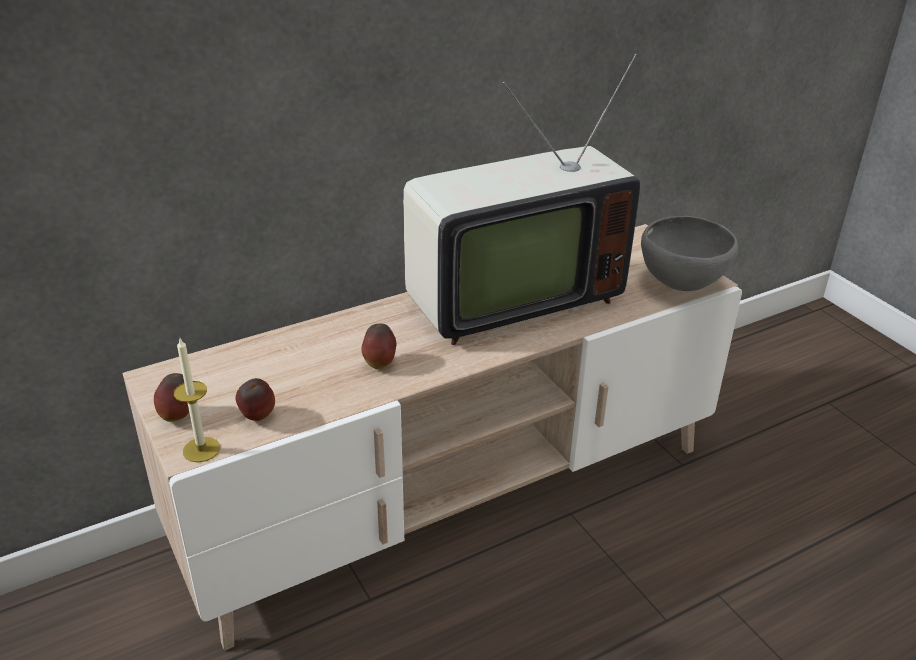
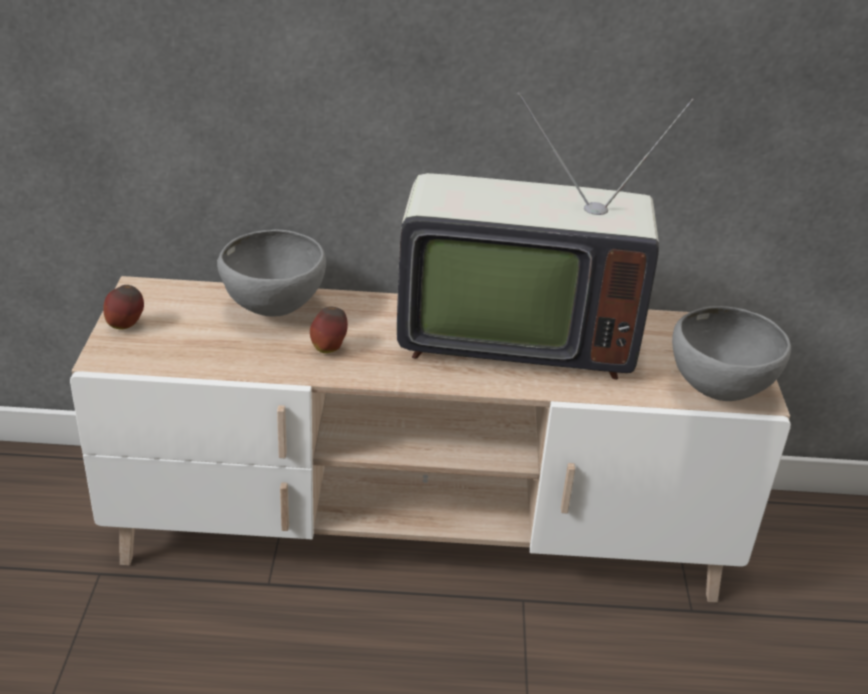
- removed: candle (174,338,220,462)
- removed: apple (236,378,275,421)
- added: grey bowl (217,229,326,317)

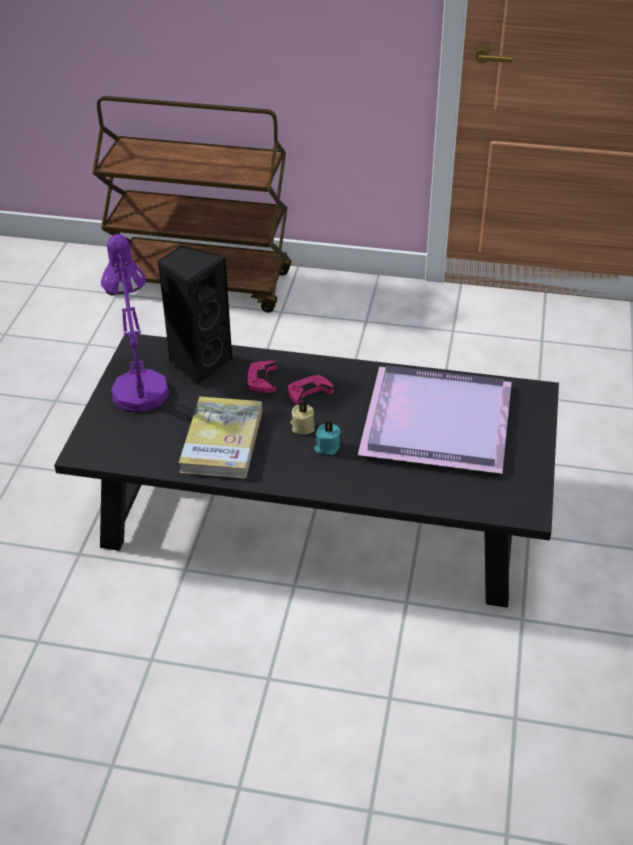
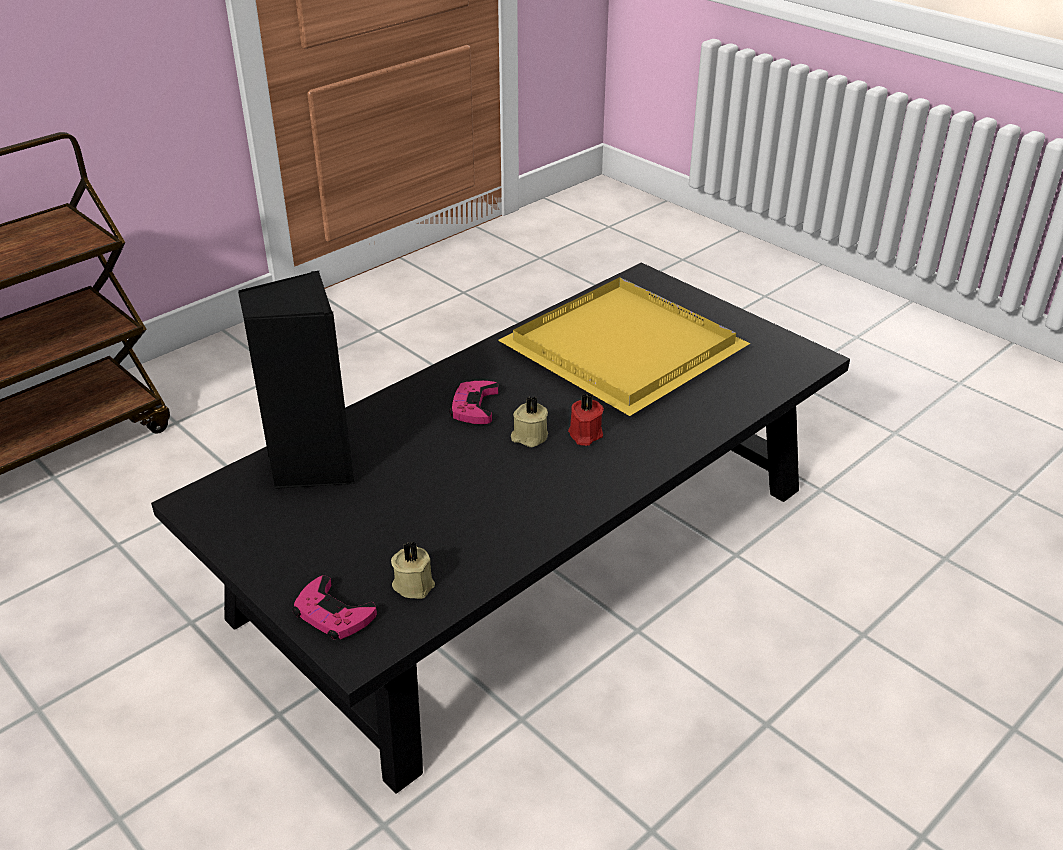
- removed: purple table lamp (101,234,169,412)
- removed: book (179,396,262,479)
- added: beige candle (391,542,435,599)
- moved: pink game controller (246,361,277,393) to (292,575,377,640)
- recoloured: turquoise candle (314,420,340,455) to red candle (568,393,604,446)
- recoloured: purple tray (358,365,512,474) to yellow tray (498,277,750,416)

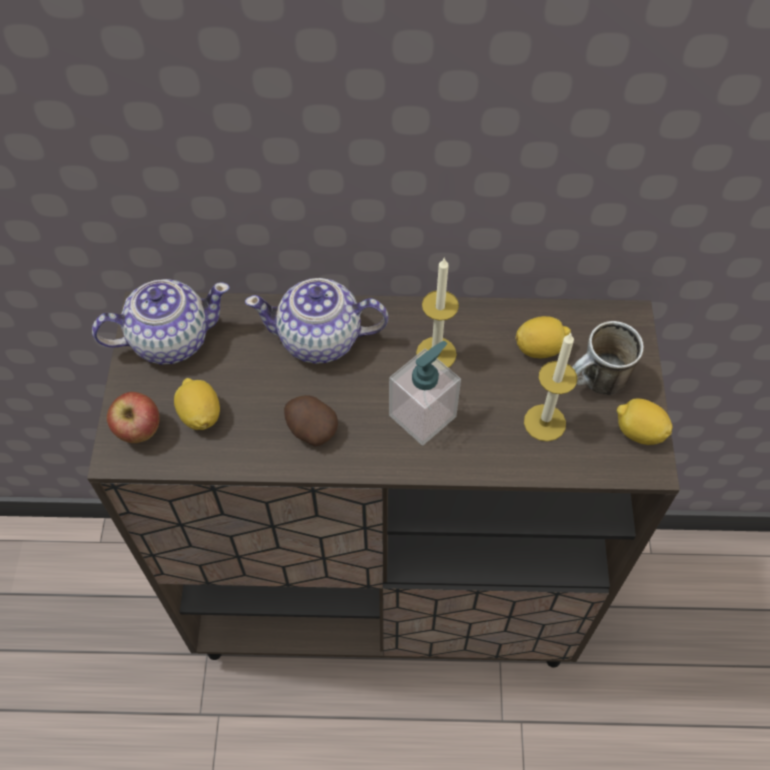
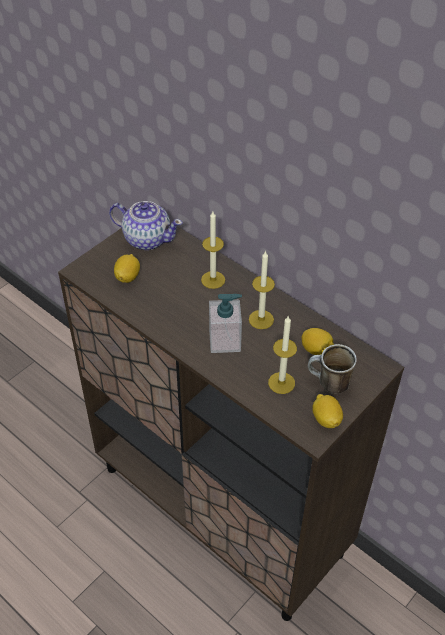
- removed: apple (107,392,160,443)
- removed: potato (284,395,338,446)
- replaced: teapot (245,278,388,364) to candle (201,212,225,289)

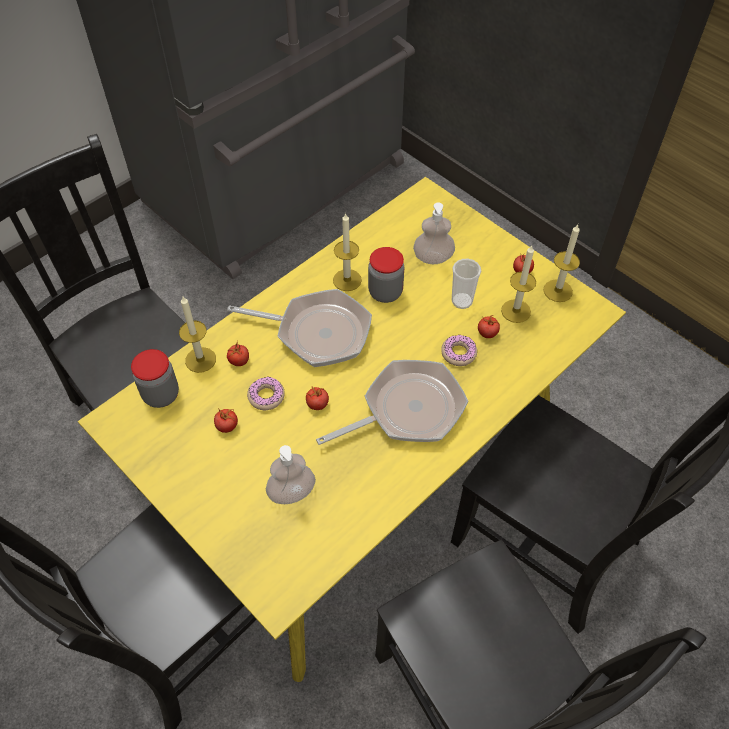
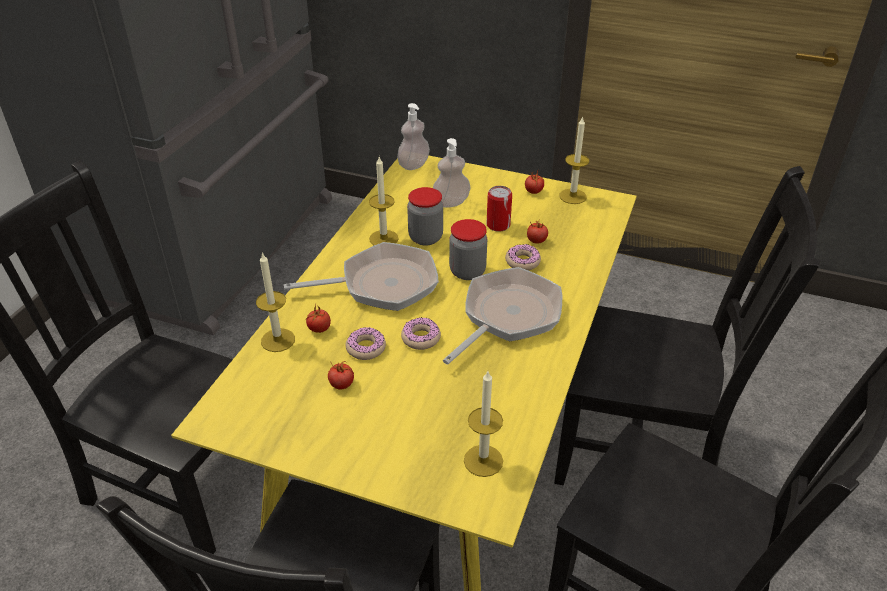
- moved: jar (131,349,179,408) to (449,219,487,280)
- moved: soap dispenser (266,445,316,504) to (397,103,430,170)
- moved: candle (501,246,536,323) to (464,371,503,477)
- replaced: tomato (306,387,329,410) to donut (401,317,441,350)
- replaced: cup (452,259,481,309) to can (487,186,512,231)

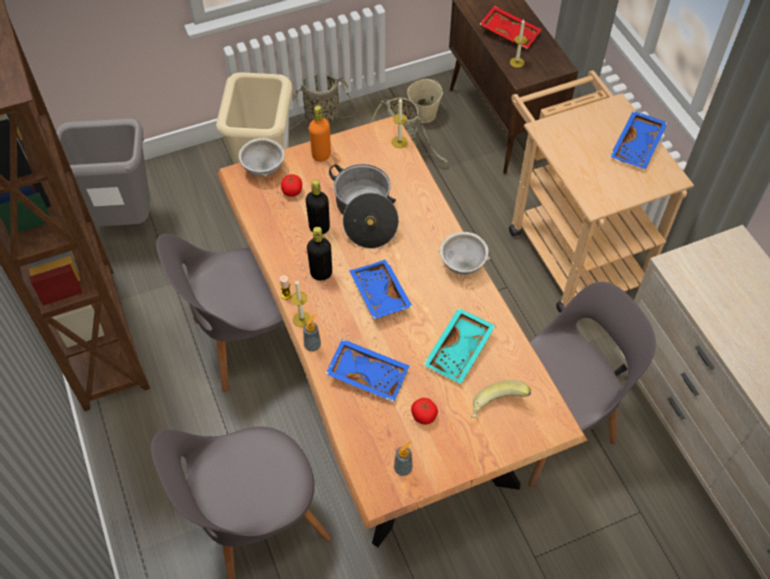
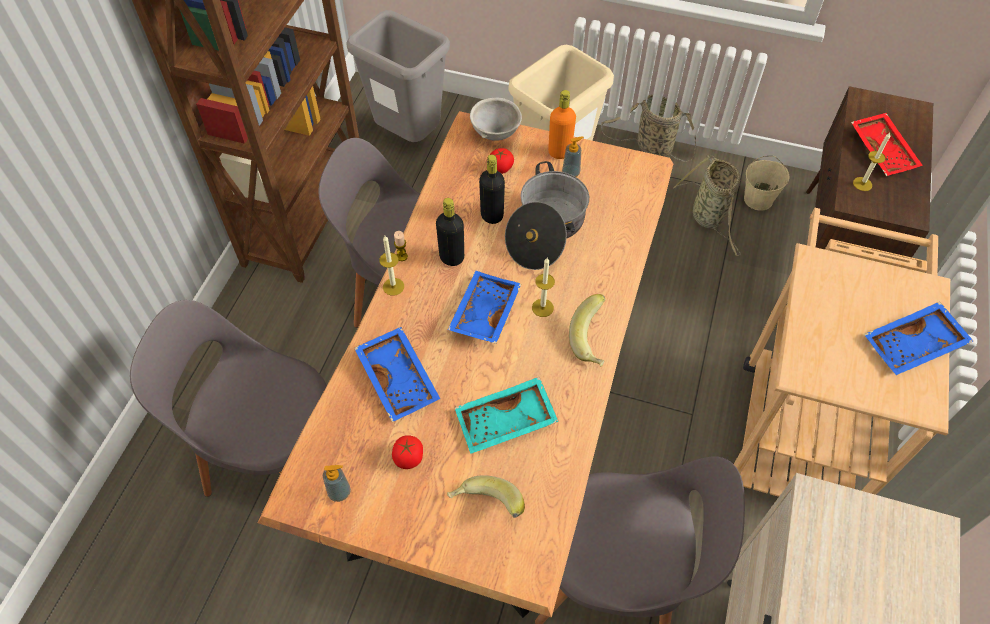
- moved: soap dispenser (303,315,321,352) to (562,136,584,177)
- moved: candle (392,98,408,148) to (532,258,555,317)
- replaced: grey bowl (438,232,490,275) to banana (569,294,606,367)

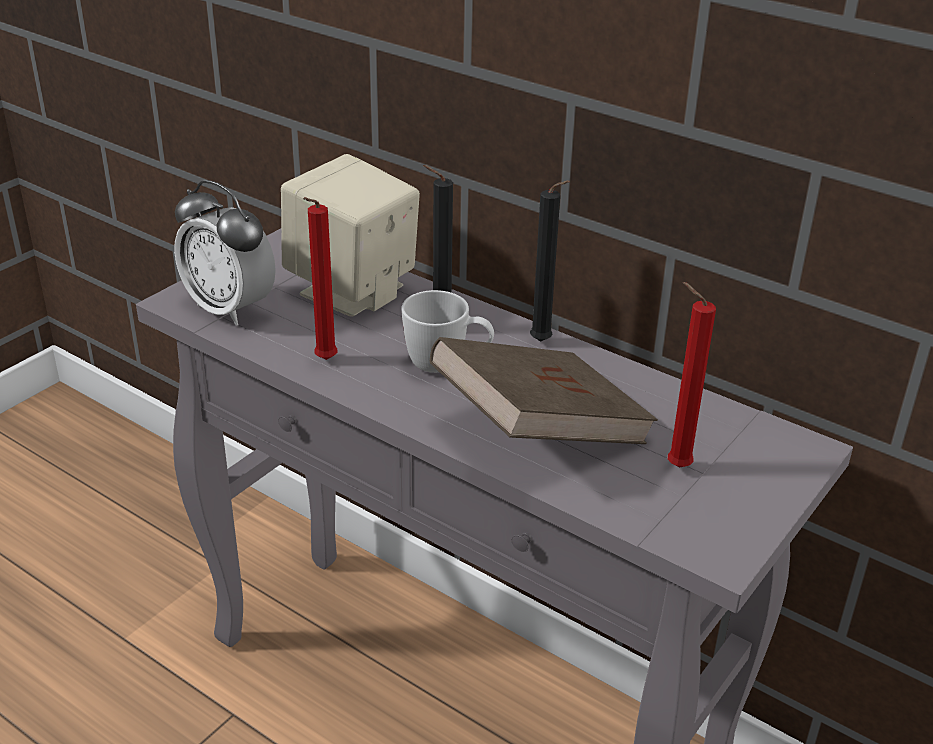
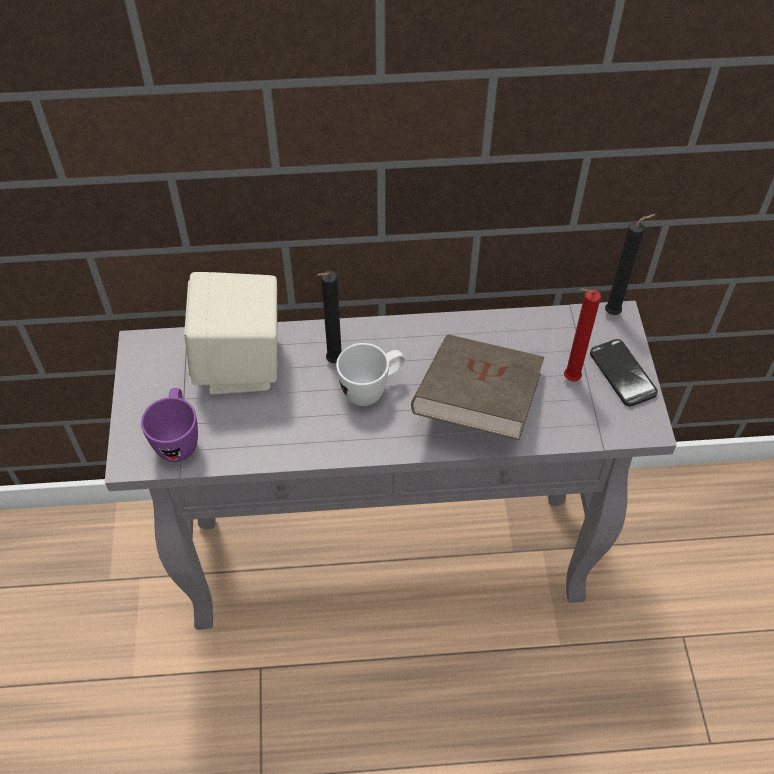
- removed: red candle (303,197,338,360)
- added: phone (590,339,658,407)
- moved: black candle (530,180,570,342) to (605,214,656,315)
- replaced: alarm clock (174,180,276,325) to purple mug (141,388,198,462)

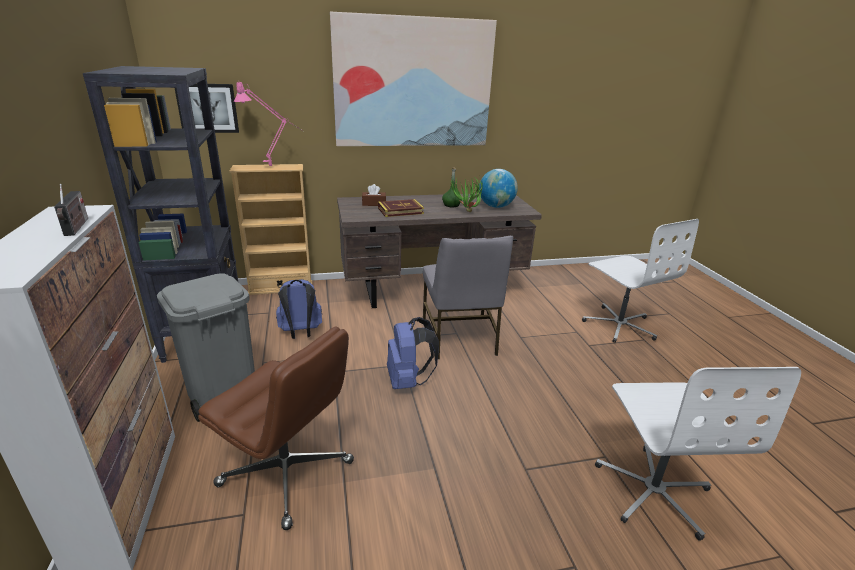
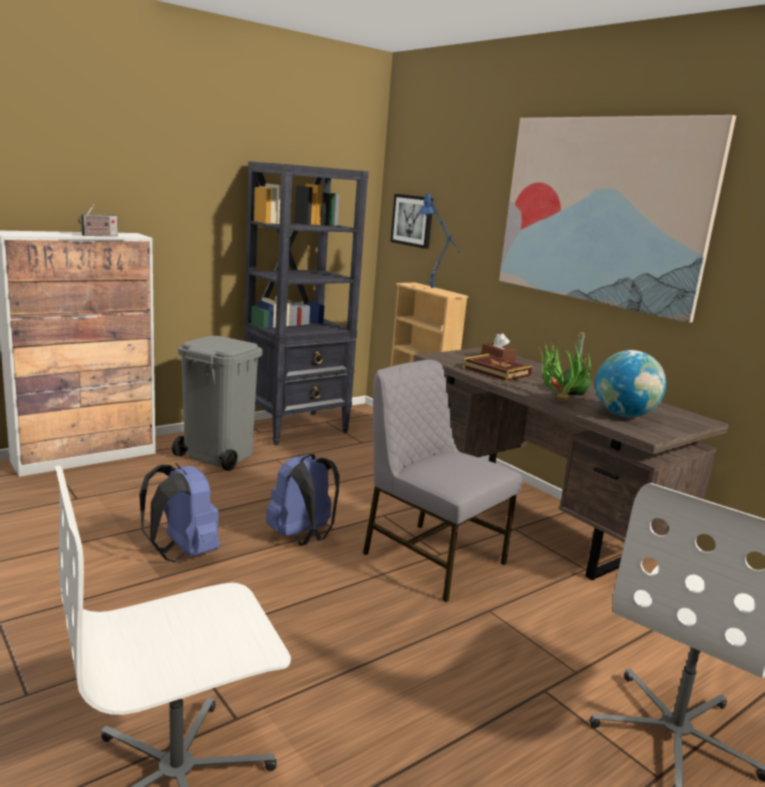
- removed: brown office chair (198,326,354,530)
- moved: blue backpack (276,279,322,339) to (139,463,220,562)
- recoloured: pink table lamp (234,82,304,166) to blue table lamp (418,194,460,288)
- turned: grey chair (423,236,513,359) = (363,360,522,602) 75 degrees clockwise

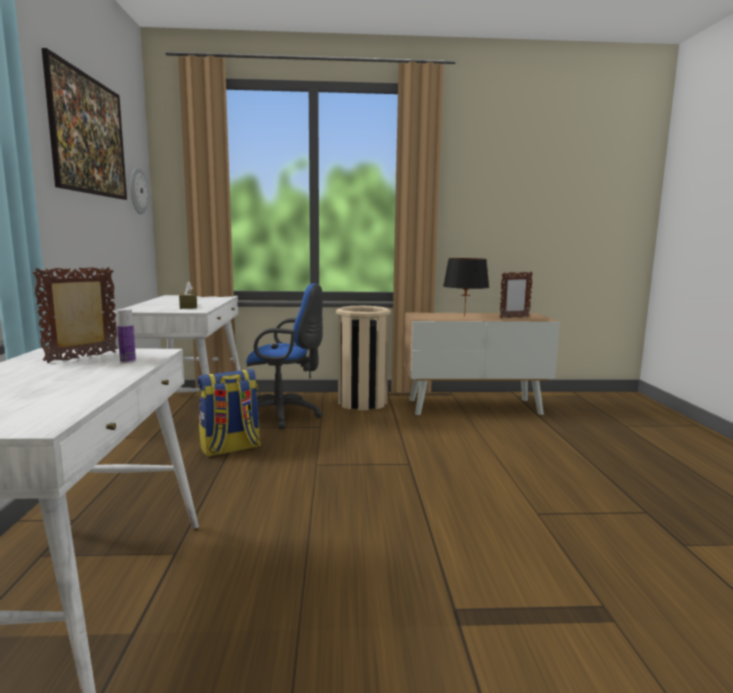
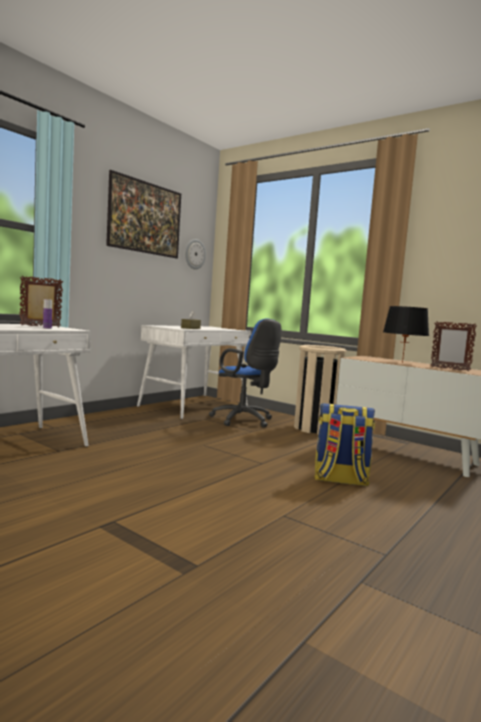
- moved: backpack (197,369,261,457) to (314,403,375,486)

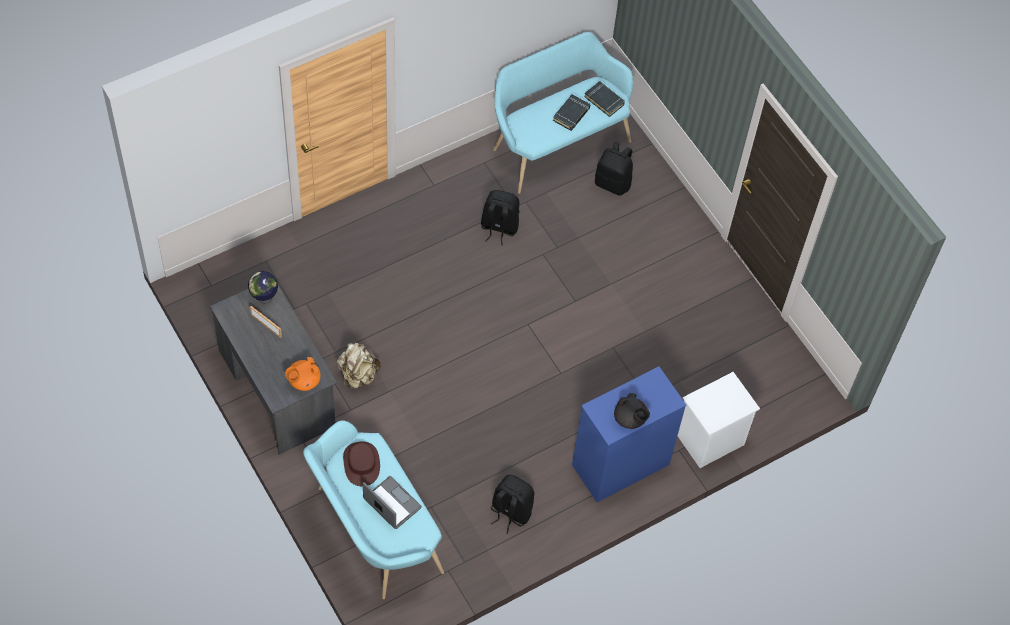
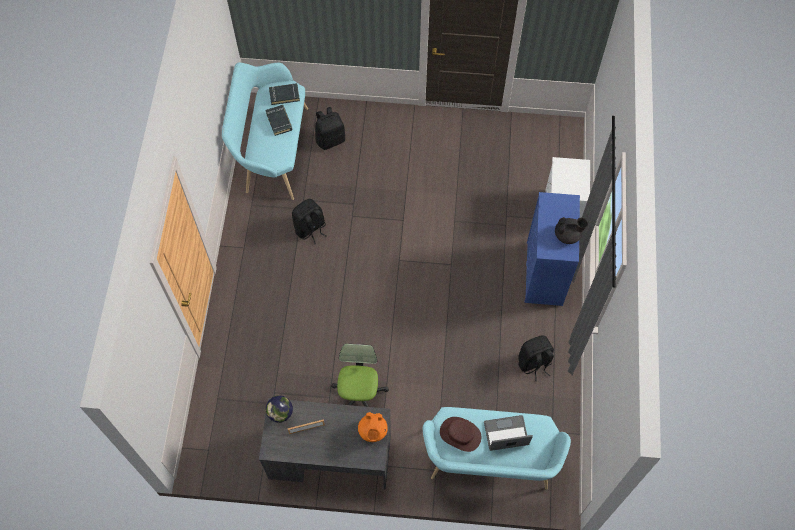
- replaced: beige backpack (337,343,381,388) to office chair (331,343,389,407)

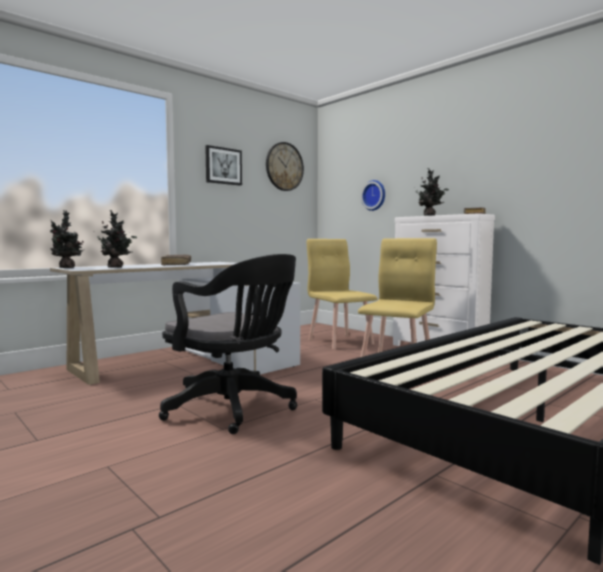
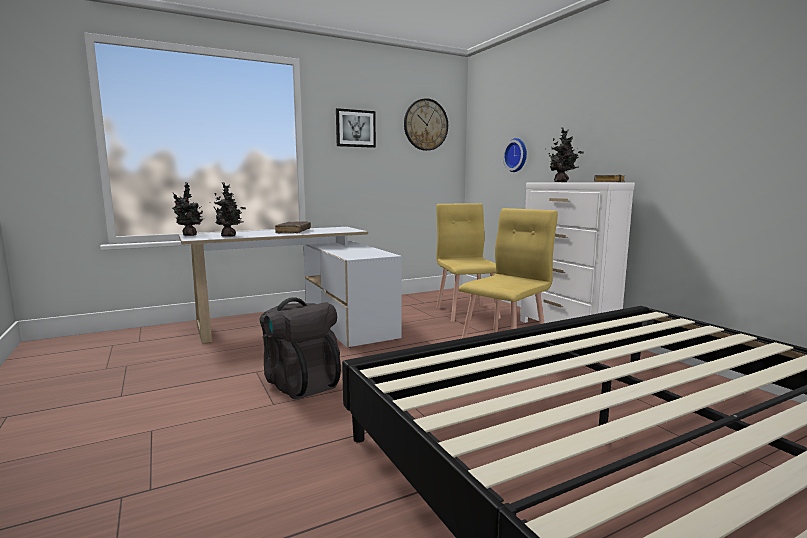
- replaced: black office chair (159,254,297,434) to black backpack (259,297,341,399)

